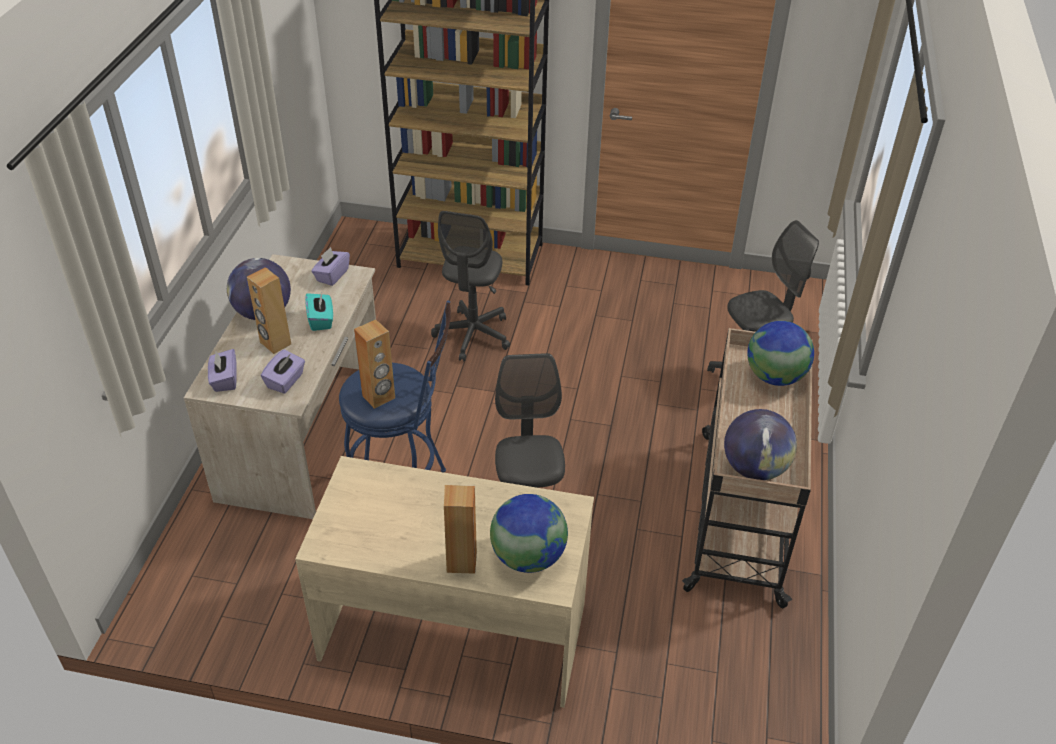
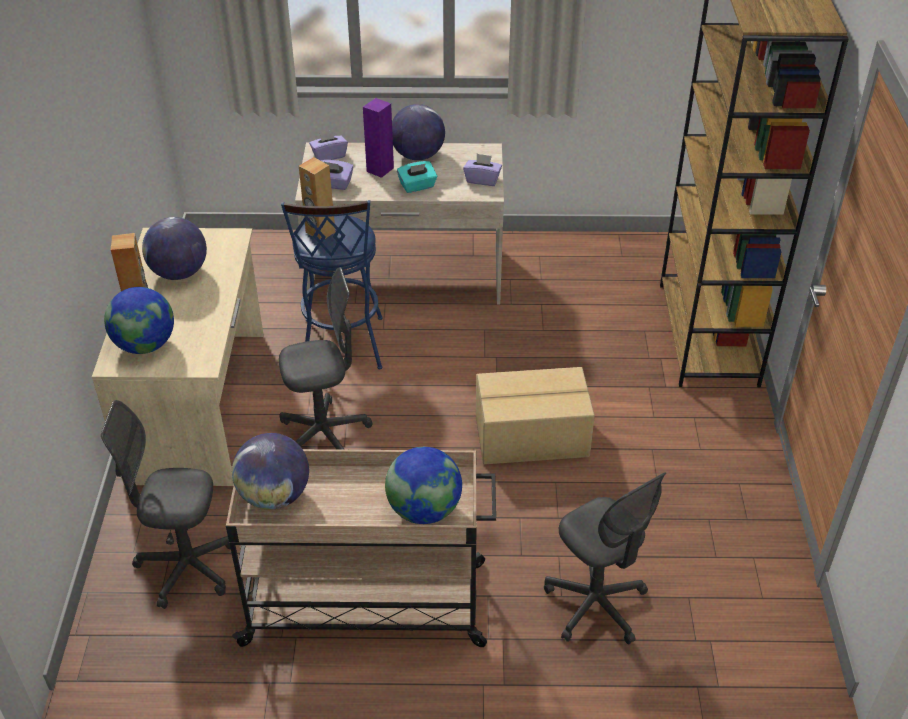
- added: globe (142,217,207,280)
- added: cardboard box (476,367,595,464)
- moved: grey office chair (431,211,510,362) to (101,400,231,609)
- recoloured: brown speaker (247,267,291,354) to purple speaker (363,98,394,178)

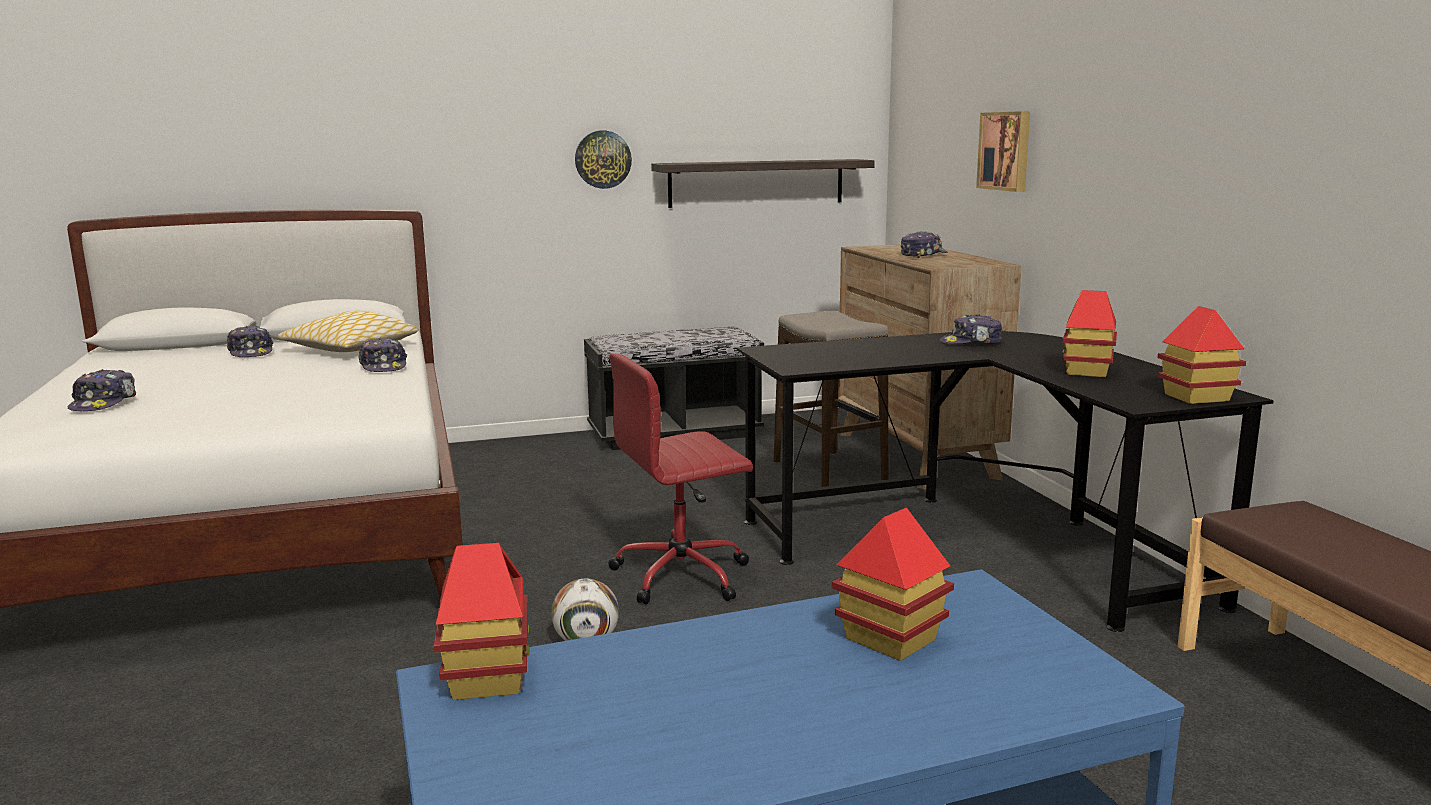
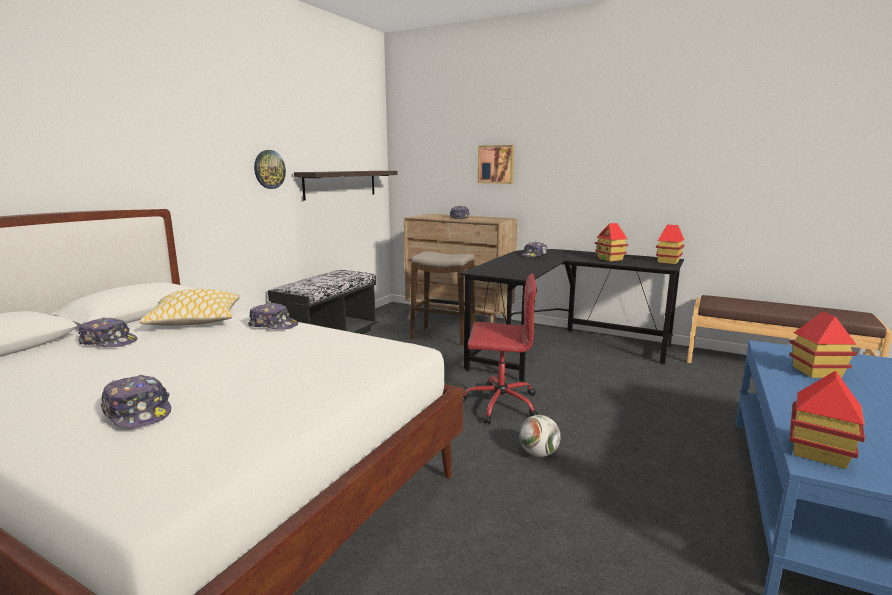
- turned: red office chair (608,353,753,605) = (463,274,538,424) 105 degrees counterclockwise

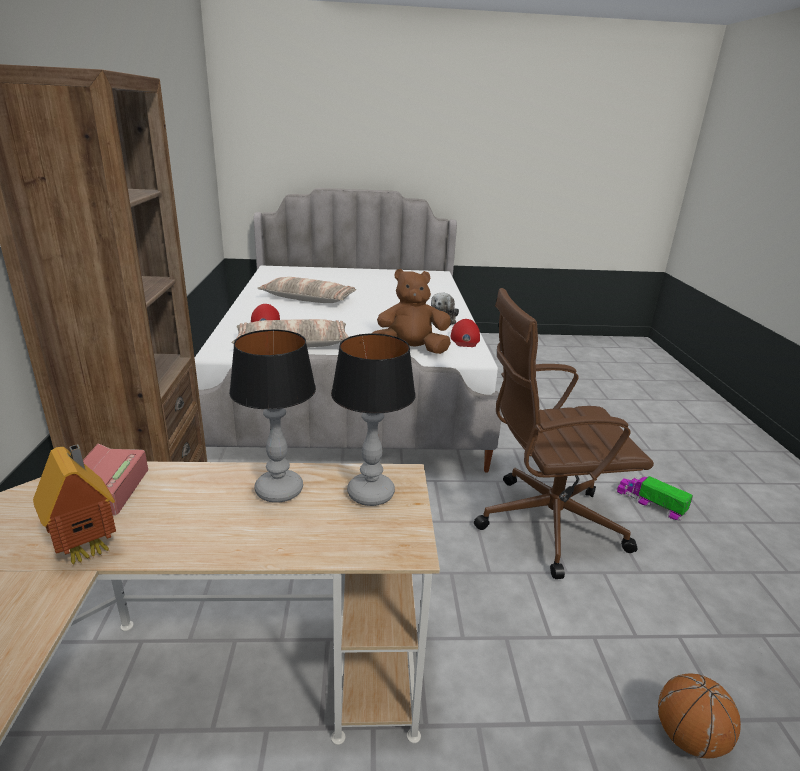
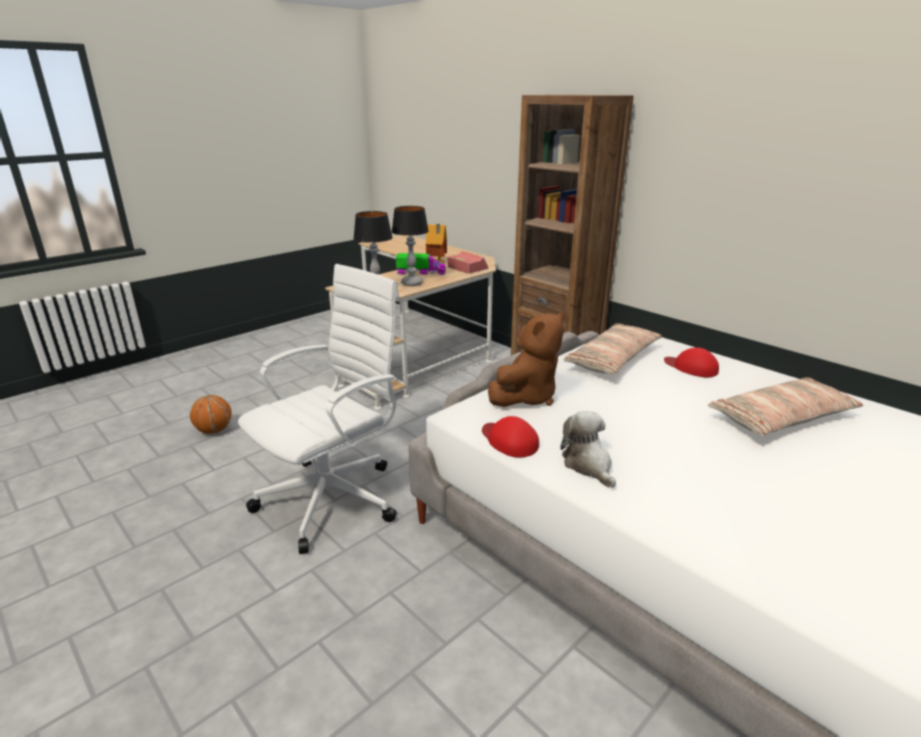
- moved: toy truck (616,475,693,521) to (396,253,446,275)
- recoloured: brown office chair (474,288,654,579) to white office chair (238,264,399,554)

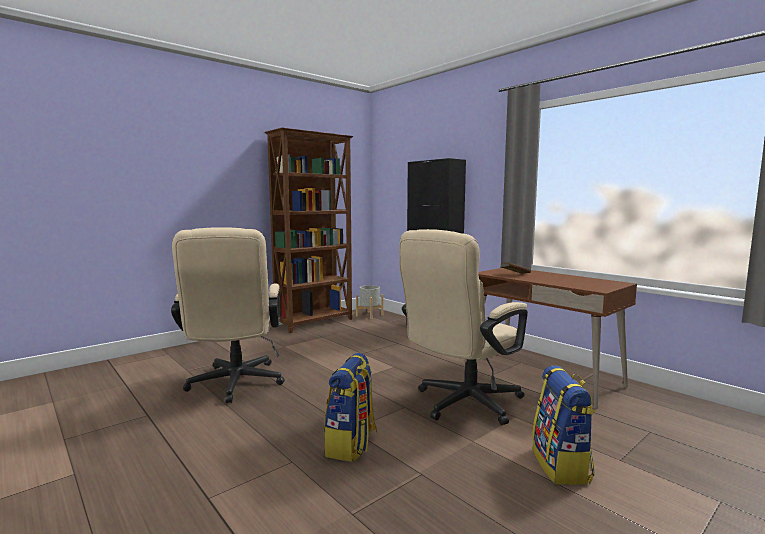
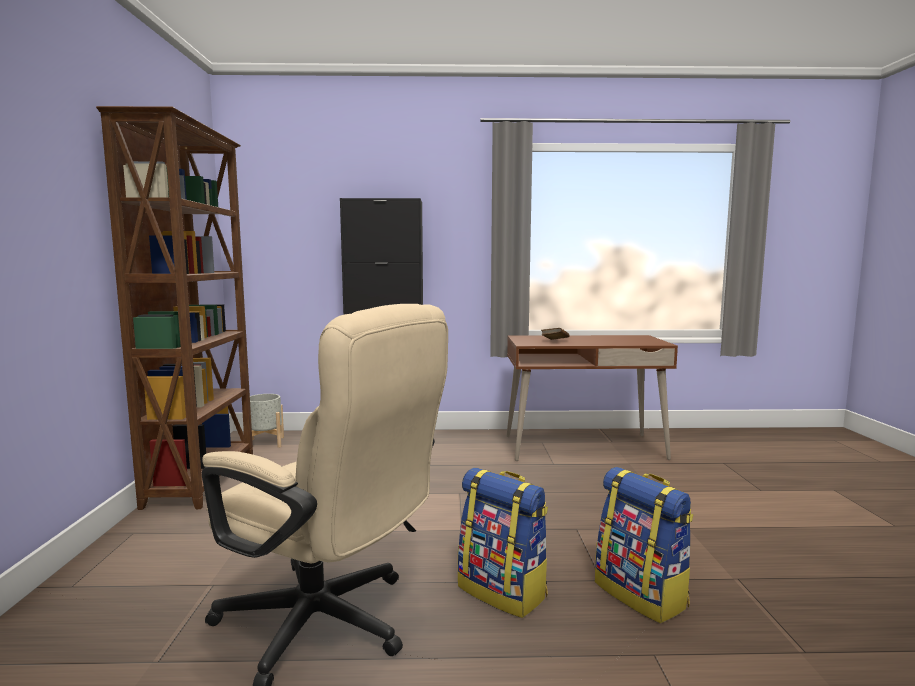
- removed: beige office chair (399,229,528,425)
- moved: backpack (532,365,595,485) to (458,468,548,618)

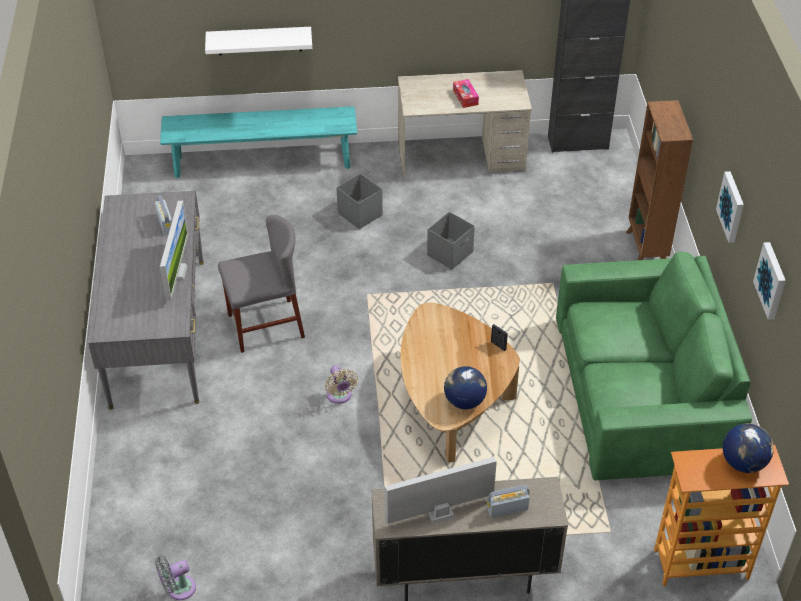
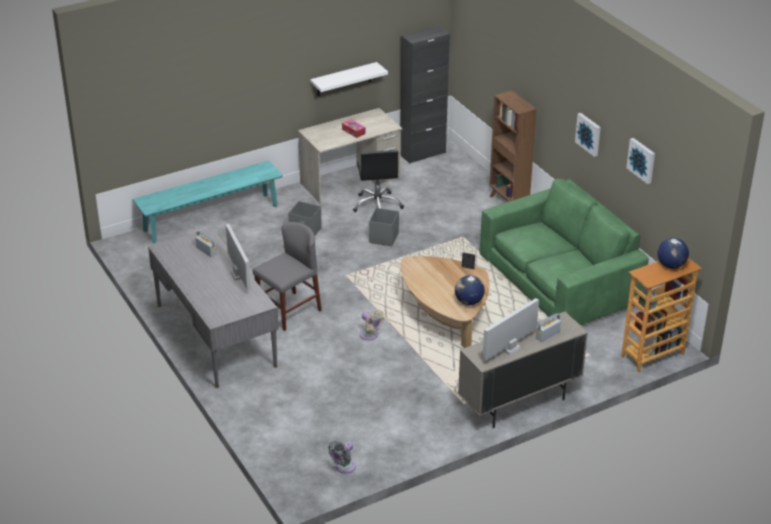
- added: black office chair (353,150,404,212)
- moved: white shelf (205,27,312,55) to (310,62,388,96)

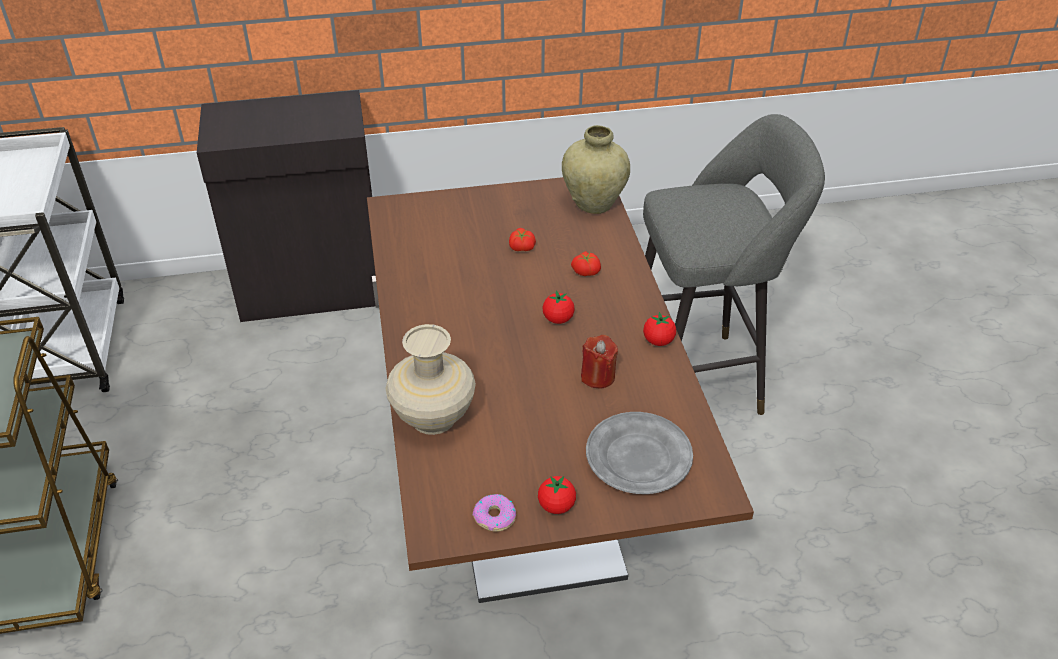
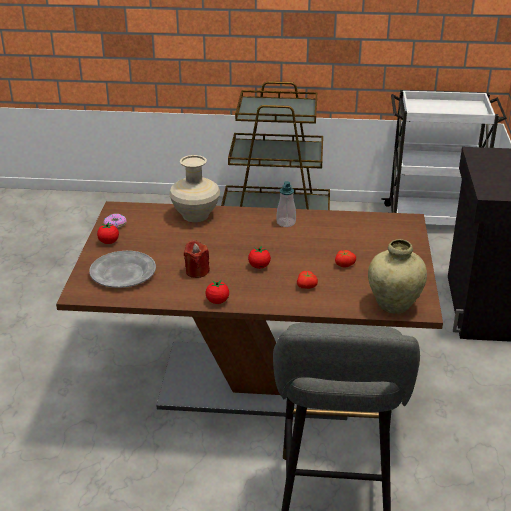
- added: soap dispenser (276,181,296,227)

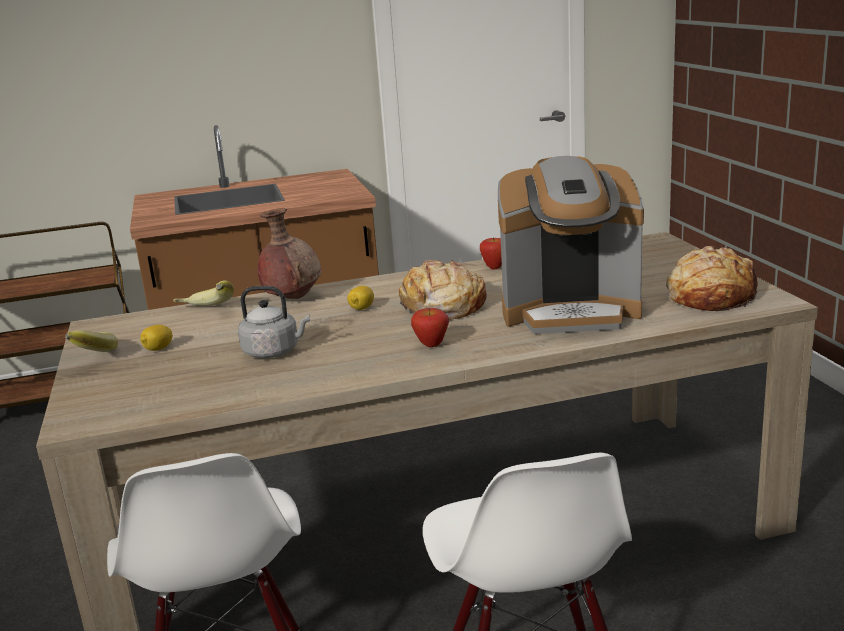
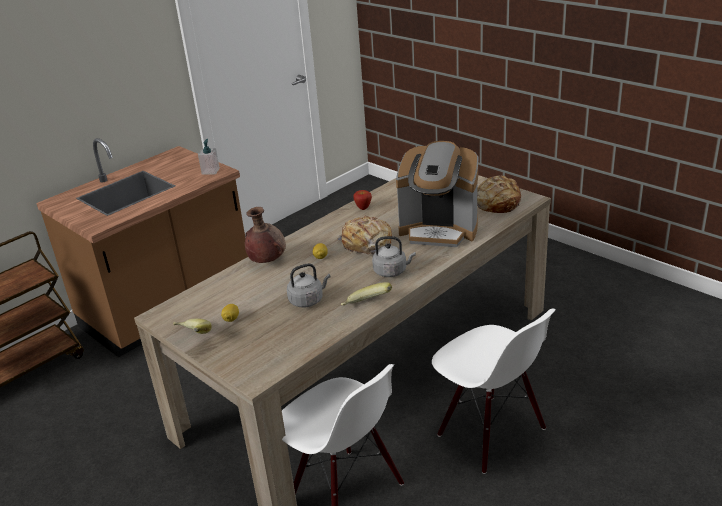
- added: soap dispenser (198,139,220,175)
- moved: banana (173,281,234,306) to (341,282,392,305)
- replaced: apple (411,308,449,347) to grey kettle (372,236,416,277)
- turned: coffee machine (498,156,644,334) = (396,141,478,247) 45 degrees clockwise

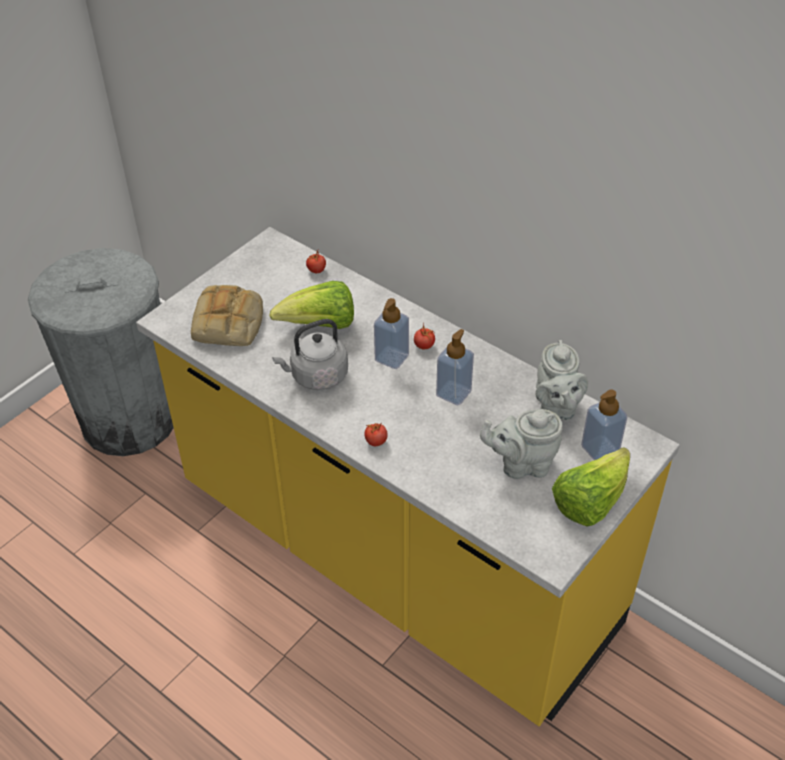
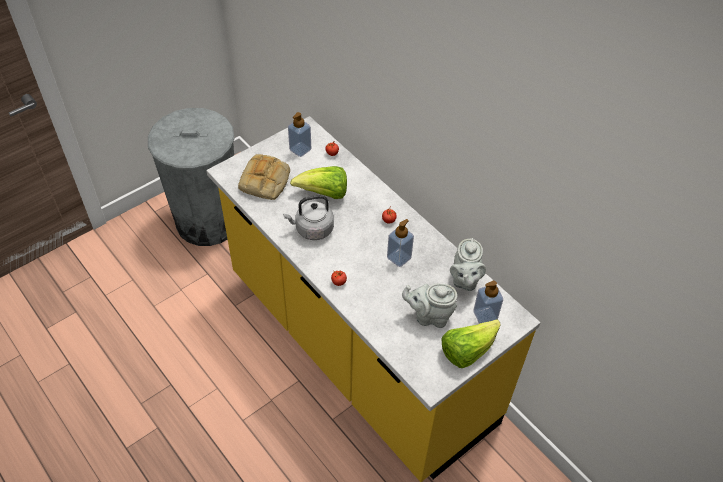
- moved: soap dispenser (374,298,409,369) to (288,112,311,157)

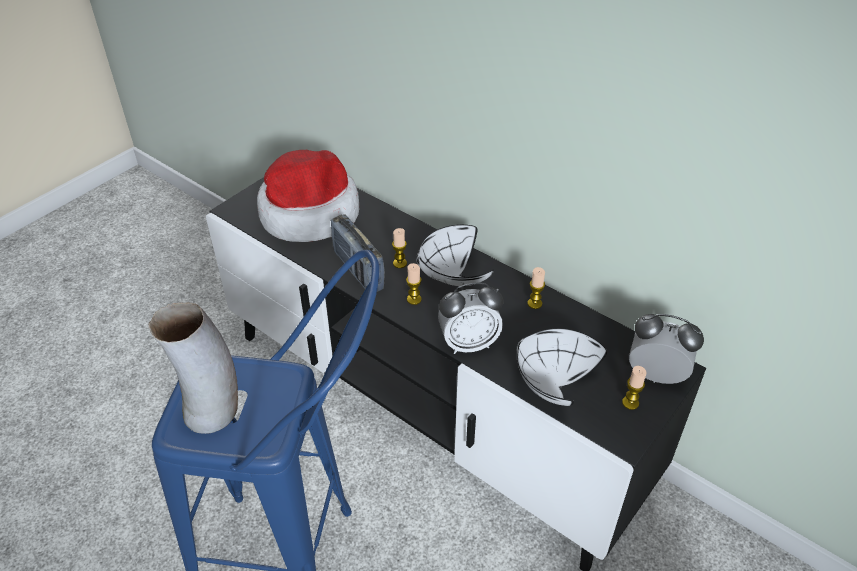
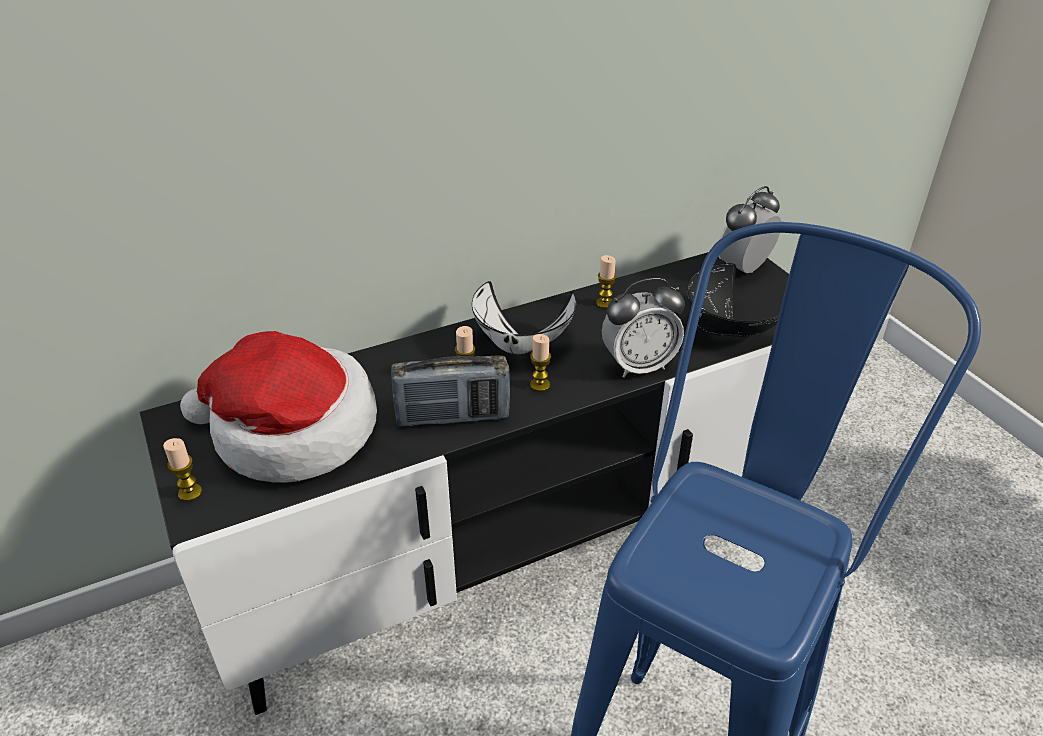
- removed: vase (149,302,238,434)
- moved: candle (622,366,647,410) to (163,438,202,501)
- recoloured: white bowl (517,328,607,406) to black bowl (687,263,779,337)
- turned: alarm clock (438,282,504,354) = (602,278,685,378) 60 degrees clockwise

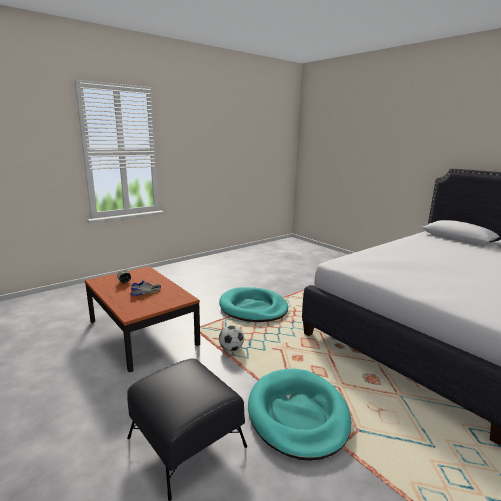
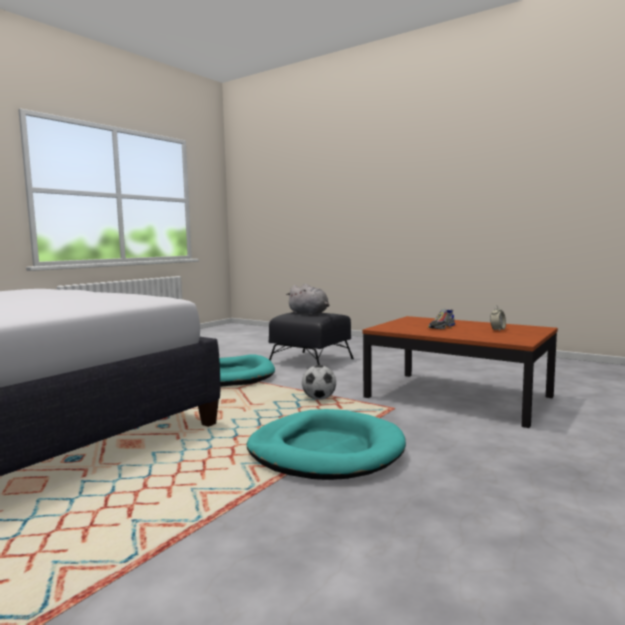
- added: grey plush toy (286,284,329,315)

